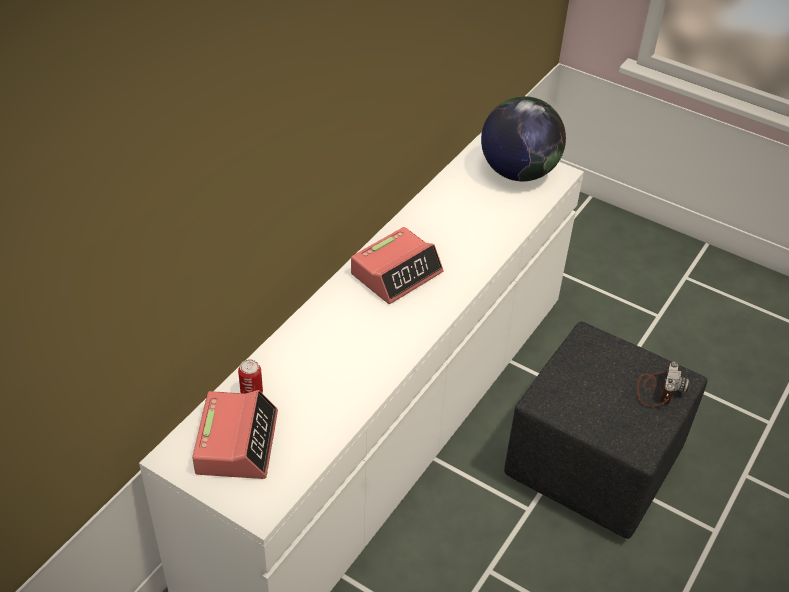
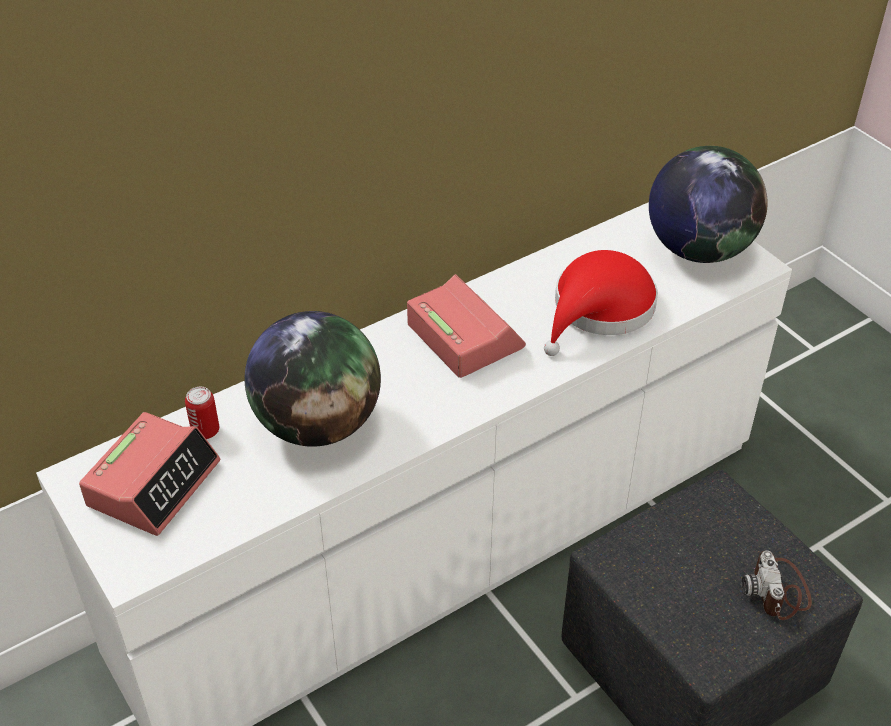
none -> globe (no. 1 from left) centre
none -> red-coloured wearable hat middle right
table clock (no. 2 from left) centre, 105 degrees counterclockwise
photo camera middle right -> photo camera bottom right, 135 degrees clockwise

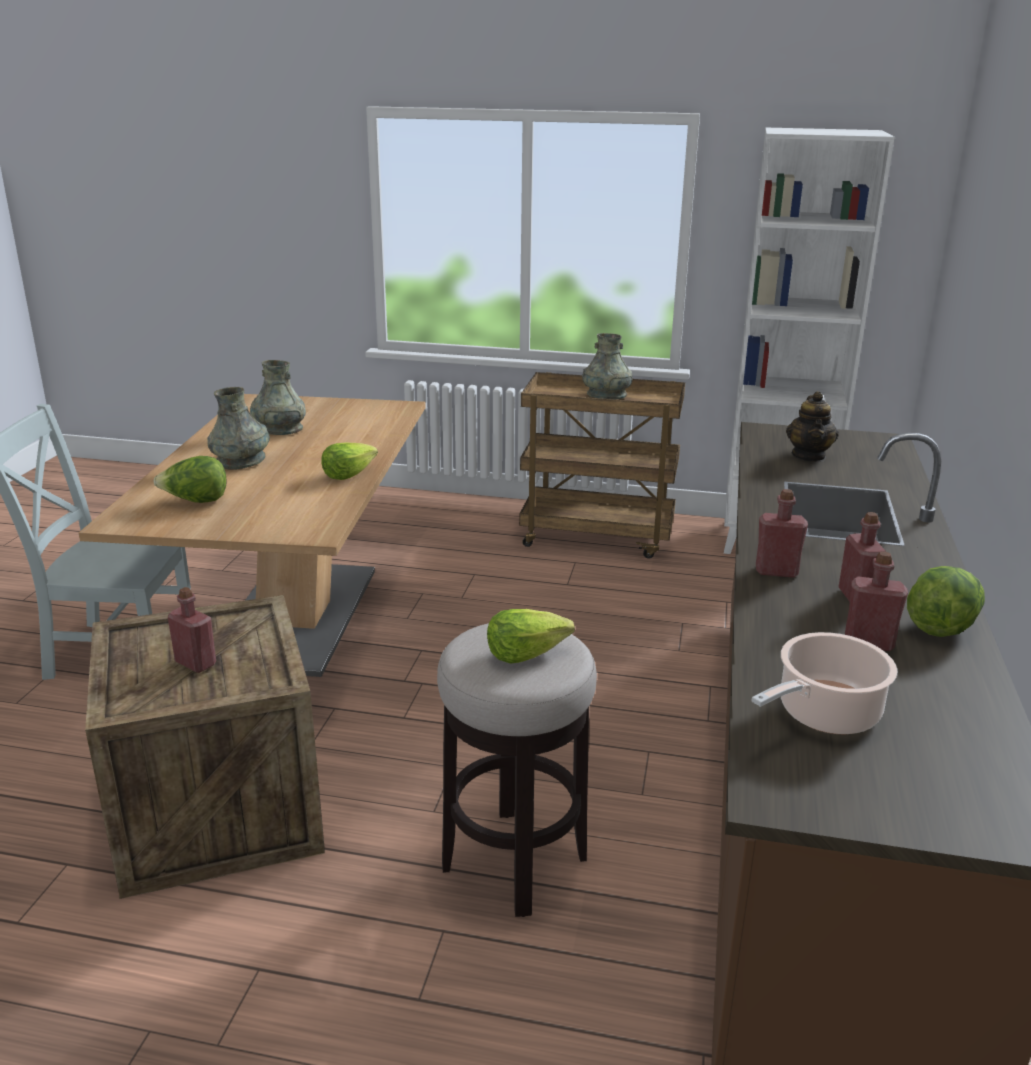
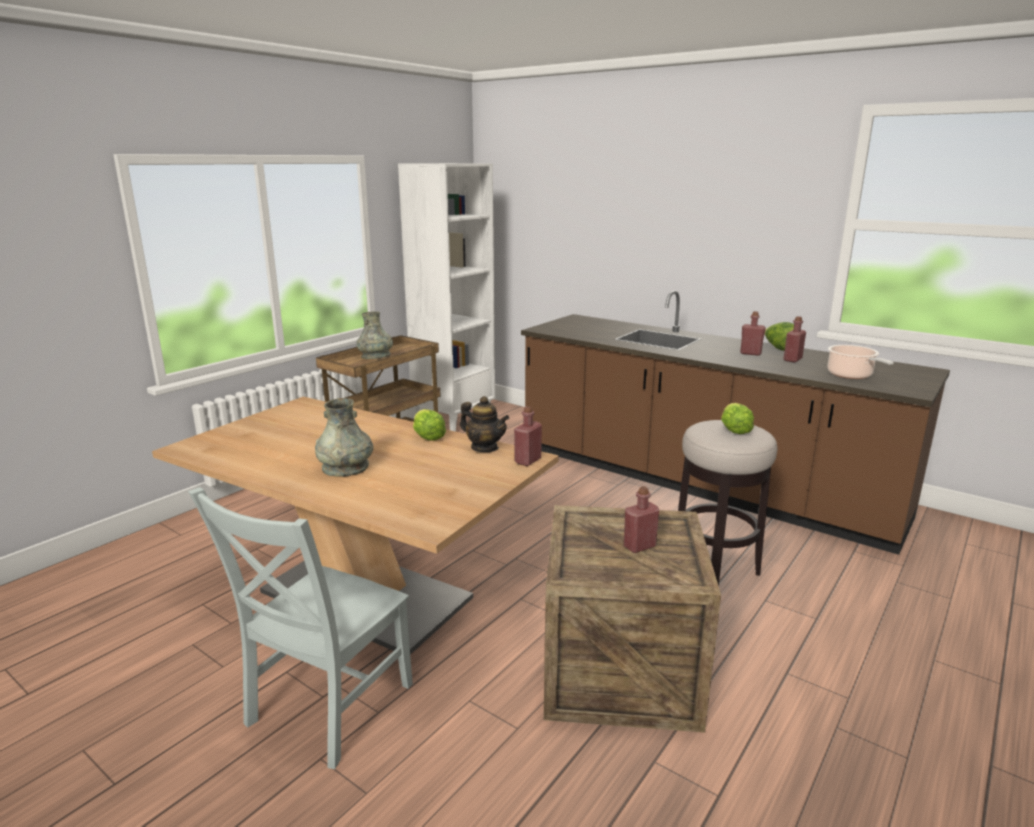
head of lettuce (no. 1 from left) middle left -> none
grey flower vase (no. 2 from left) middle left -> none
red-coloured beverage bottle (no. 2 from left in the first image) middle right -> red-coloured beverage bottle (no. 1 from left) centre, relocated
pot for tea middle right -> pot for tea centre, relocated

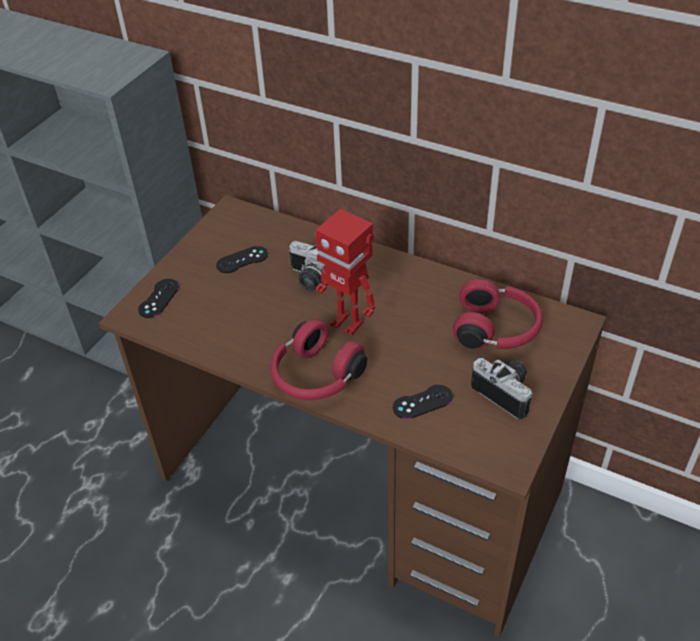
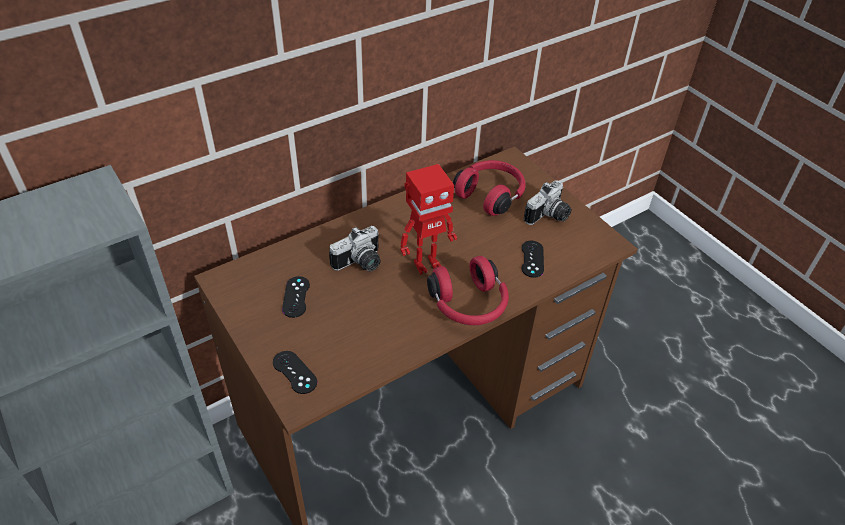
photo camera (no. 2 from left) middle right -> photo camera (no. 2 from left) centre, 150 degrees clockwise

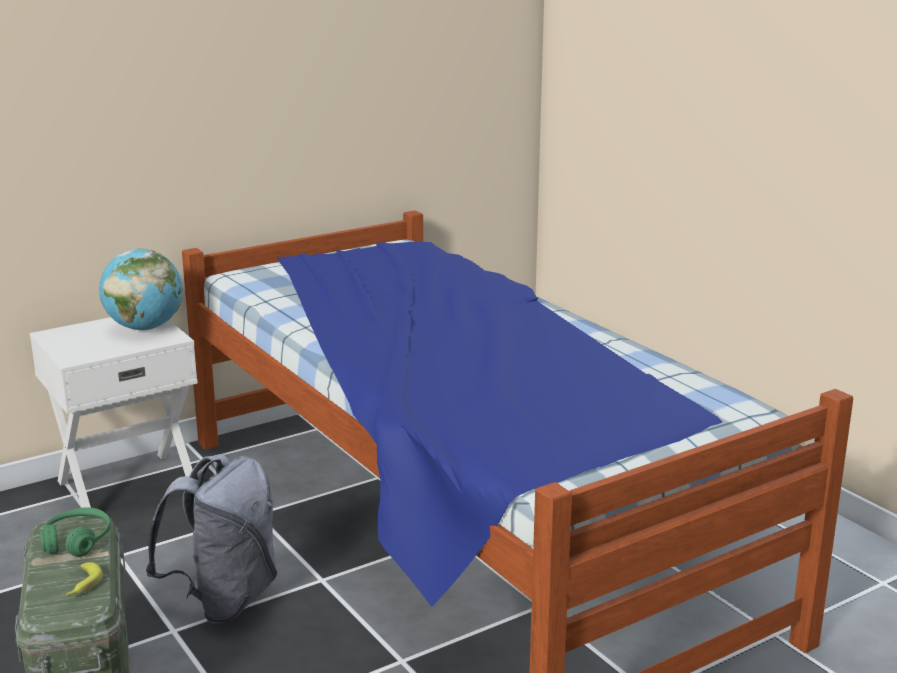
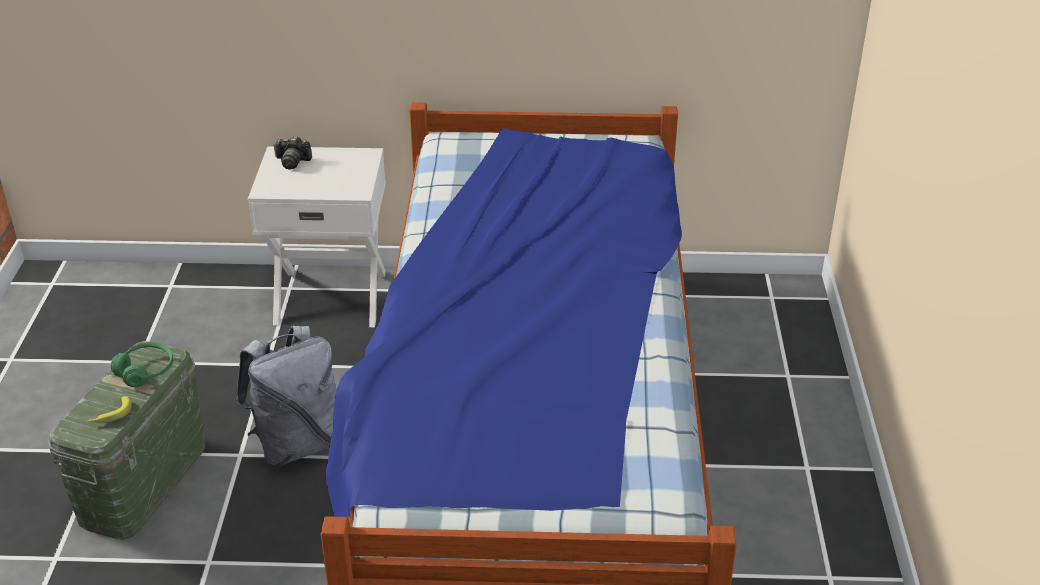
globe middle left -> none
none -> photo camera top left

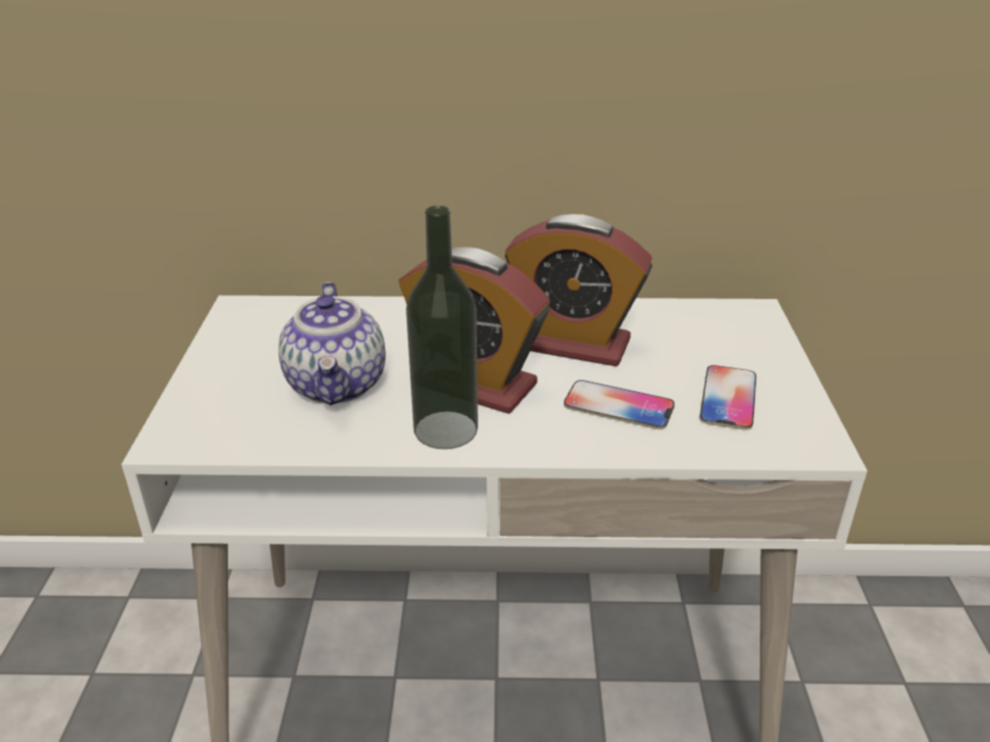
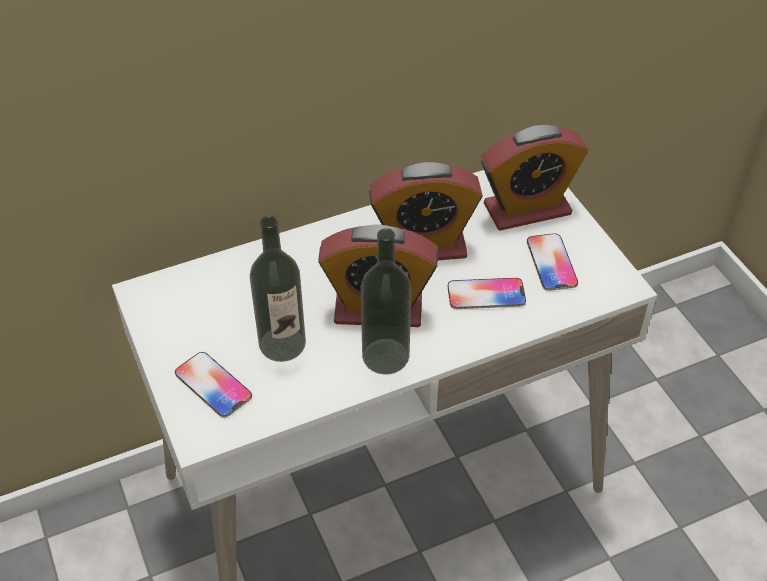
none -> handset (no. 1 from left) middle left
none -> table clock (no. 3 from left) top right
pot for tea centre -> beverage bottle (no. 1 from left) centre

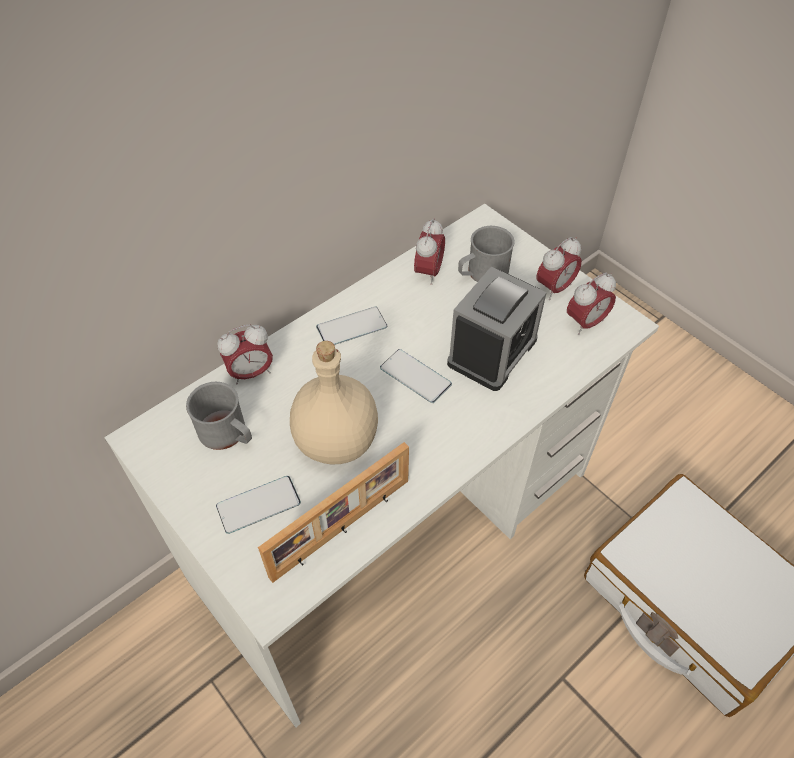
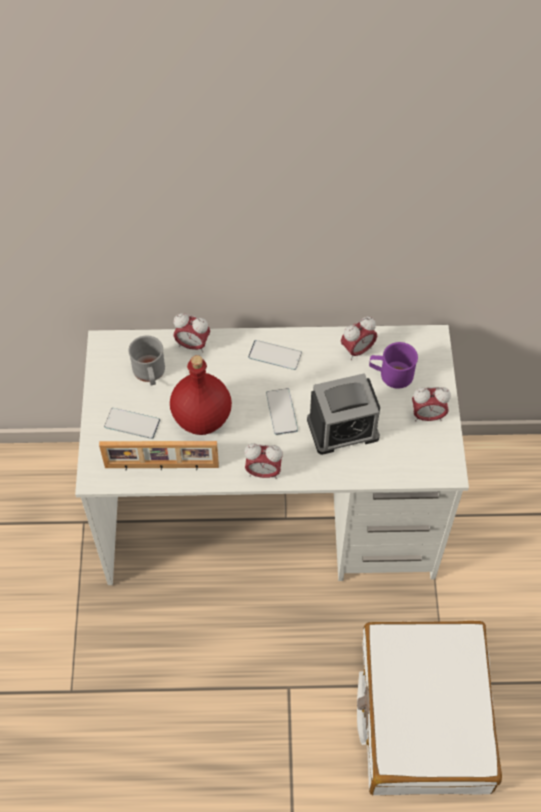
table clock (no. 5 from left in the first image) middle right -> table clock (no. 2 from left) centre, relocated
beige beverage bottle centre -> red-coloured beverage bottle centre
grey tea mug (no. 2 from left) centre -> purple tea mug middle right

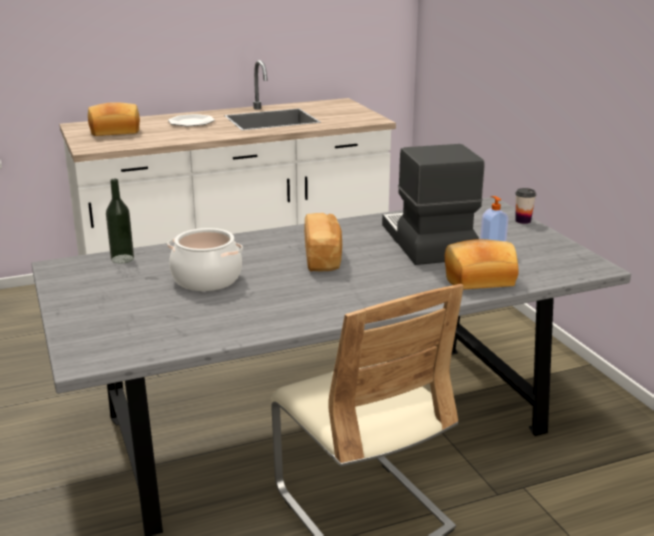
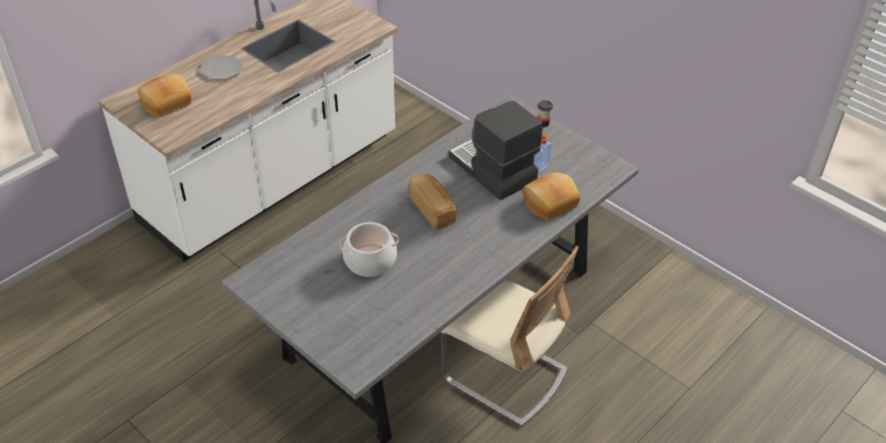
beverage bottle middle left -> none

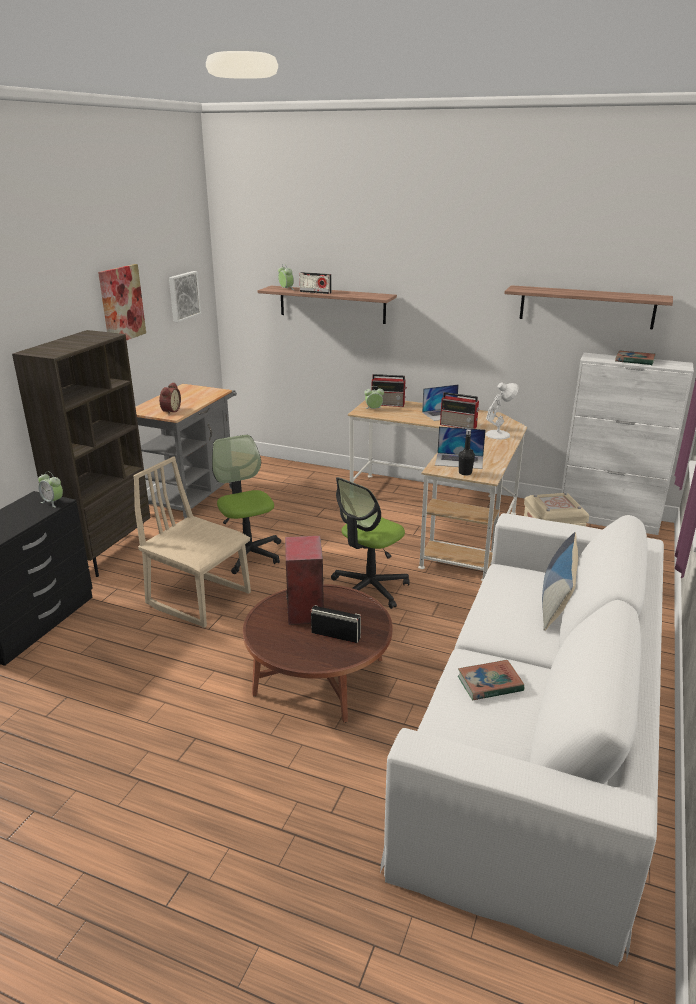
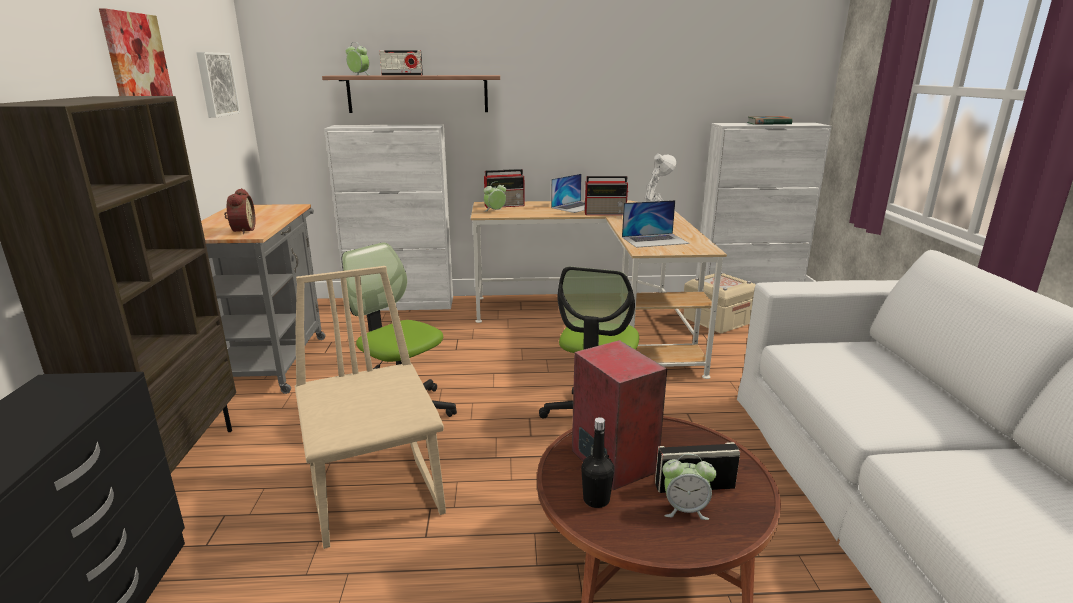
book (no. 1 from left) bottom right -> none
shelf (no. 2 from left) top right -> none
pillow middle right -> none
none -> white-coloured storage cabinet (no. 1 from left) centre
table clock (no. 1 from left in the first image) middle left -> table clock (no. 4 from left) bottom centre, relocated
blackish beverage bottle middle right -> blackish beverage bottle bottom centre, relocated
beige upright chair middle left -> beige upright chair bottom centre, 60 degrees clockwise

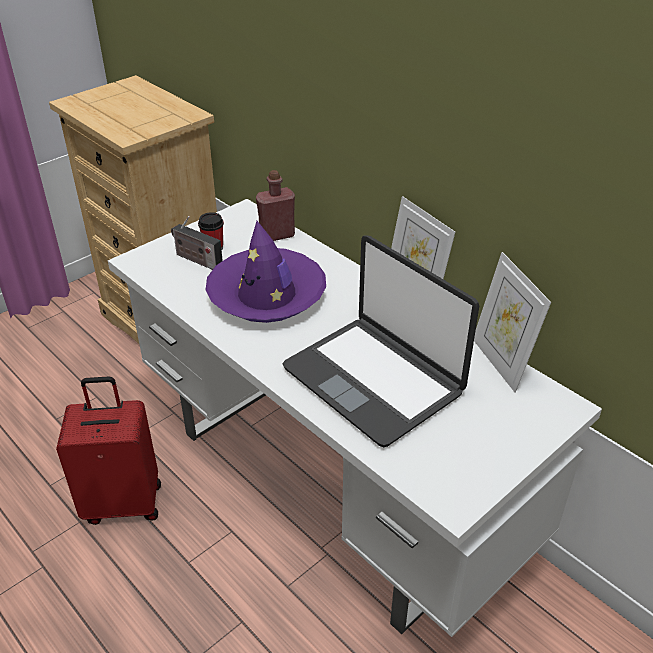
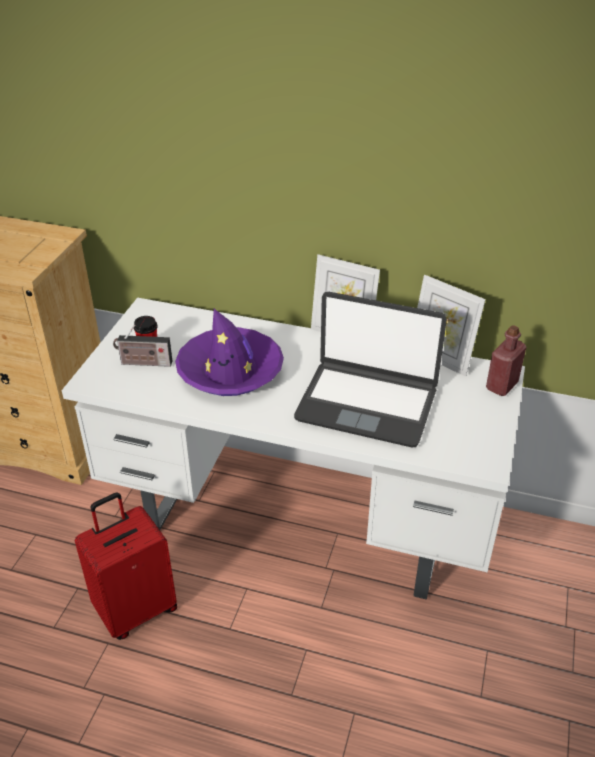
red-coloured beverage bottle top centre -> red-coloured beverage bottle middle right, relocated

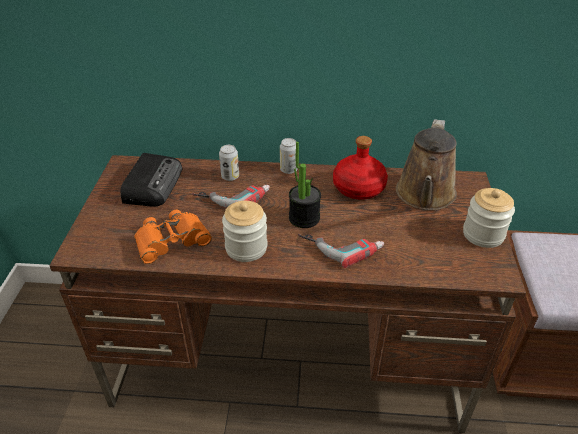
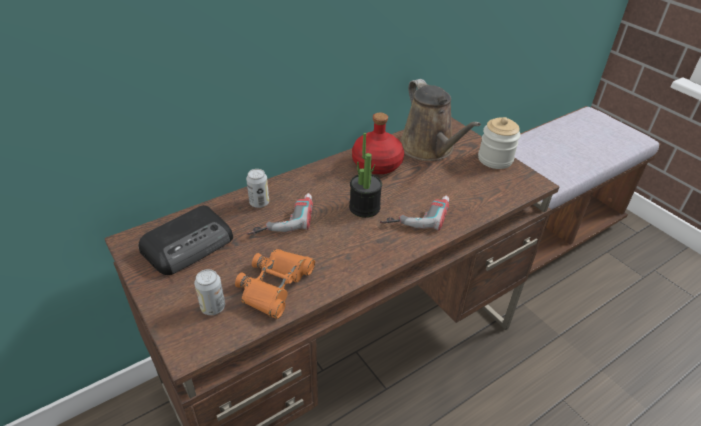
storage jar (no. 1 from left) centre -> none
can (no. 2 from left in the first image) centre -> can (no. 1 from left) bottom left, relocated
radio set middle left, 75 degrees clockwise

